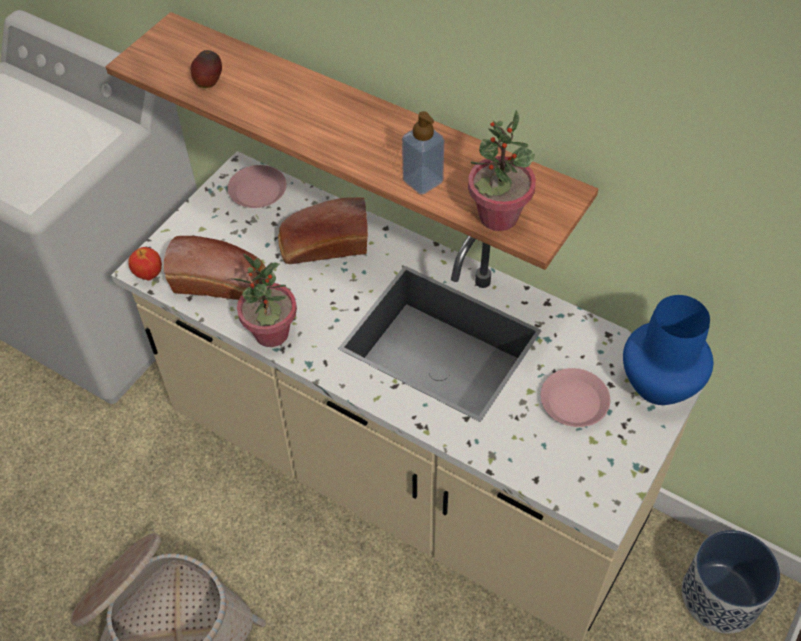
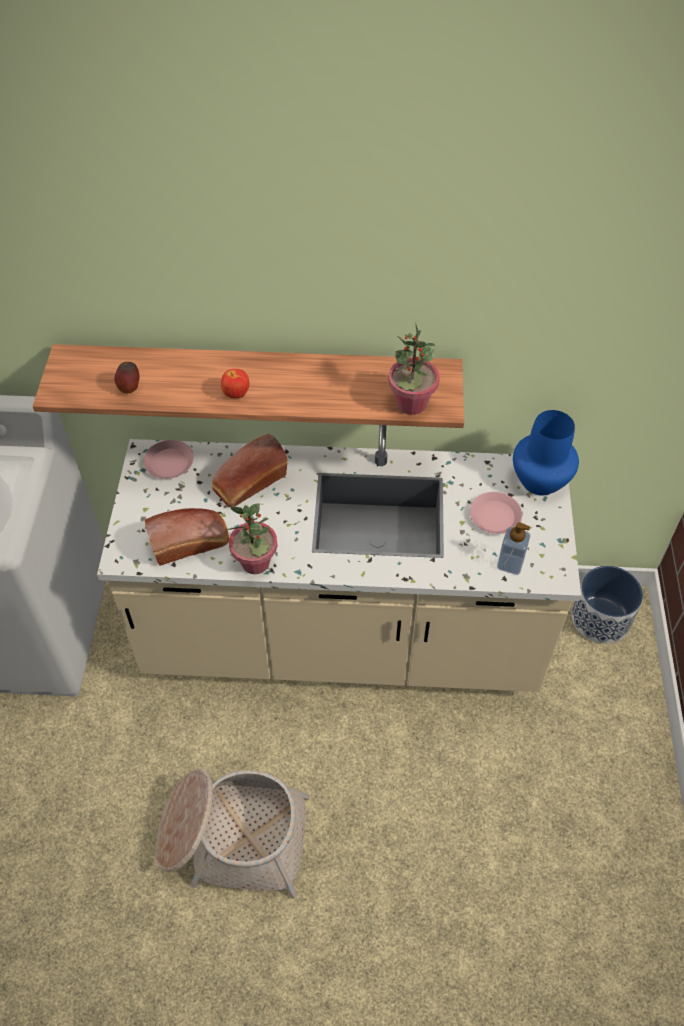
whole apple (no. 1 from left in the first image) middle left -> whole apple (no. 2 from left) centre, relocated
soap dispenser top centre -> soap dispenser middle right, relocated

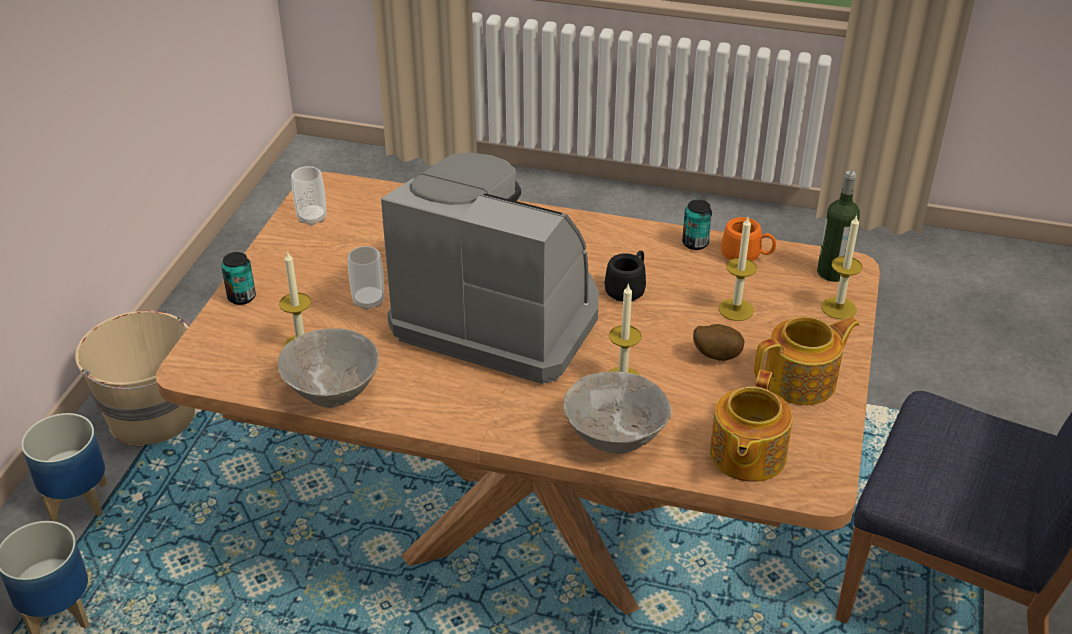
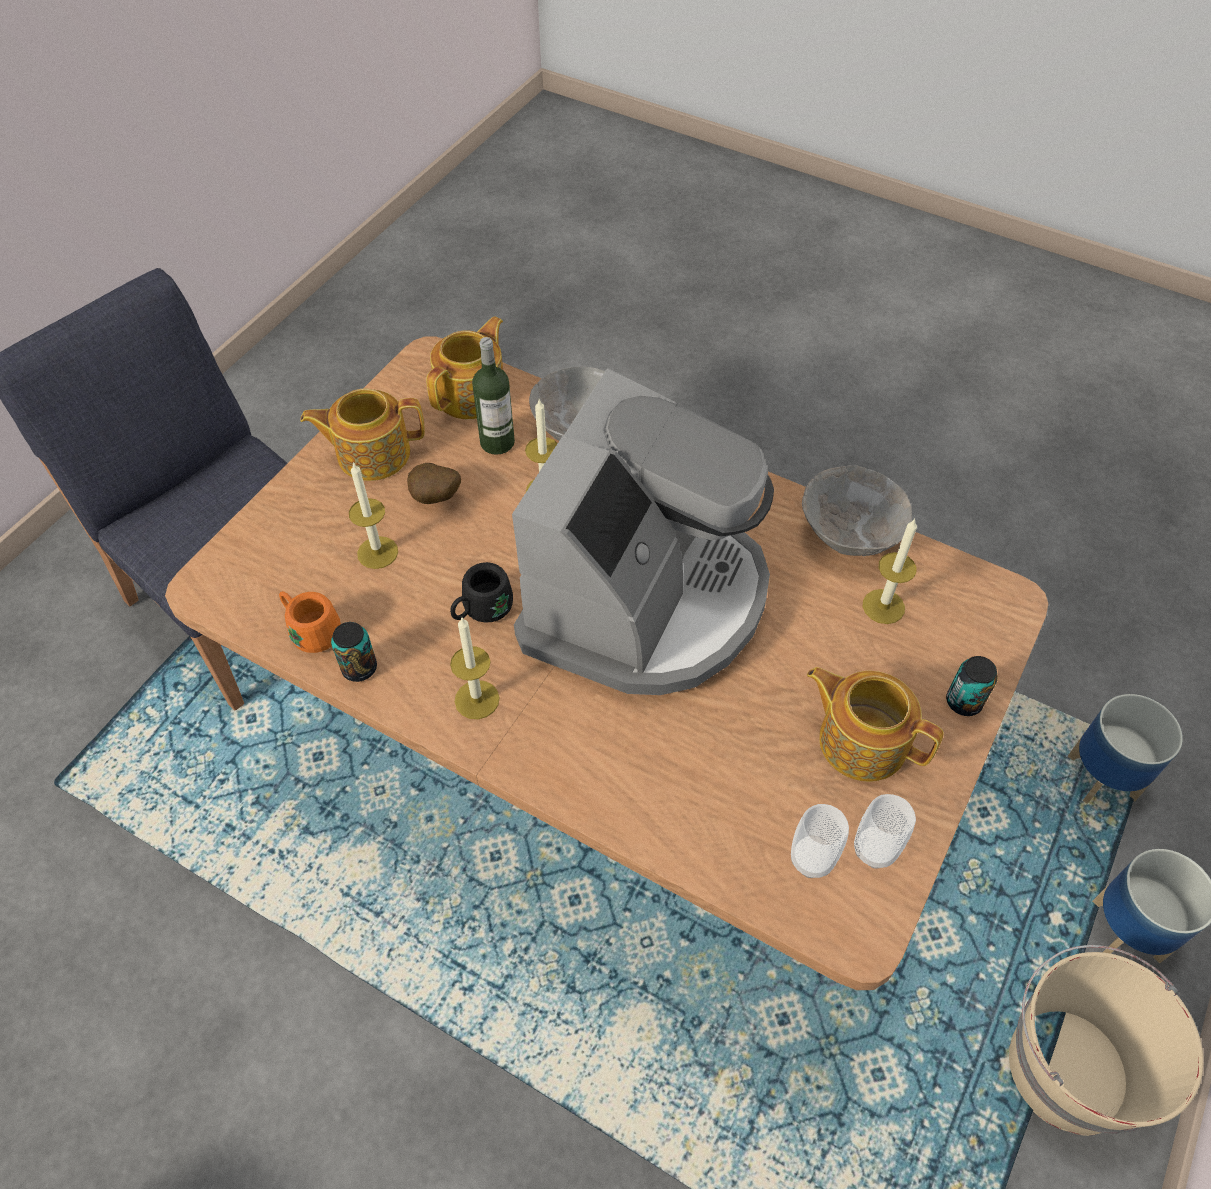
none -> pot for tea (no. 3 from left) middle right
drinking cup (no. 2 from left in the first image) centre -> drinking cup (no. 1 from left) bottom right, relocated
beverage bottle middle right -> beverage bottle top centre, relocated
wax light (no. 4 from left in the first image) middle right -> wax light (no. 2 from left) centre, relocated
coffee maker centre, 105 degrees counterclockwise

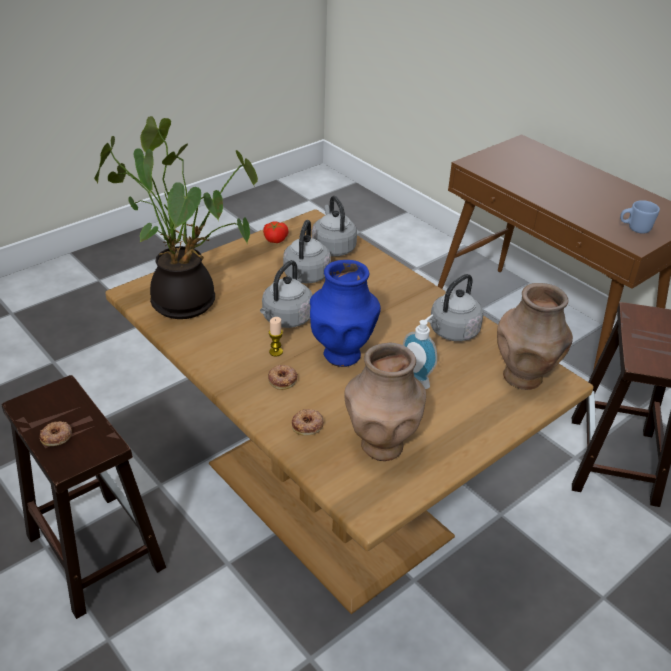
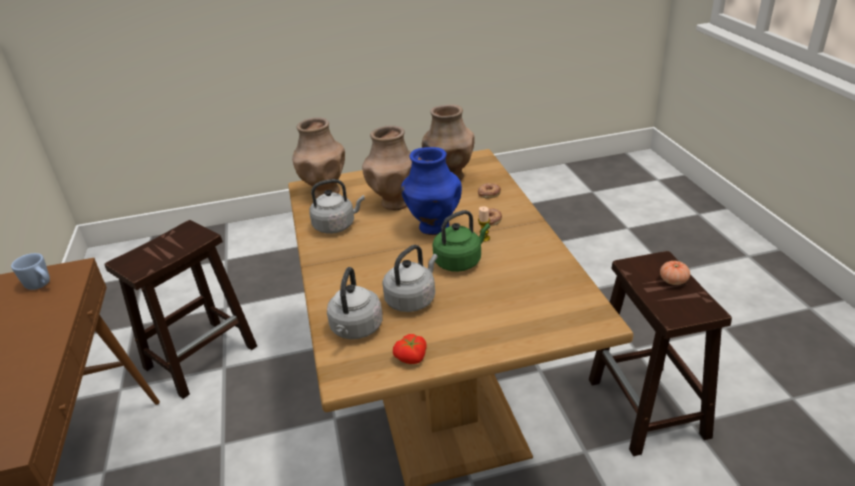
potted plant top left -> none
donut (no. 1 from left) middle left -> whole tomato (no. 2 from left) middle right
soap dispenser centre -> brown flower vase (no. 2 from left) centre
grey tea kettle (no. 1 from left) centre -> green tea kettle centre

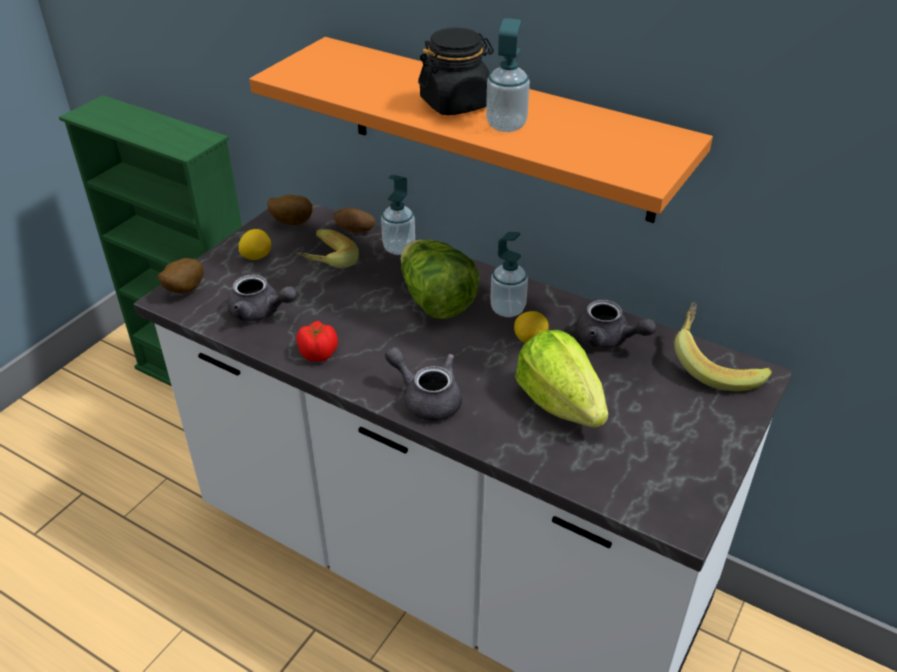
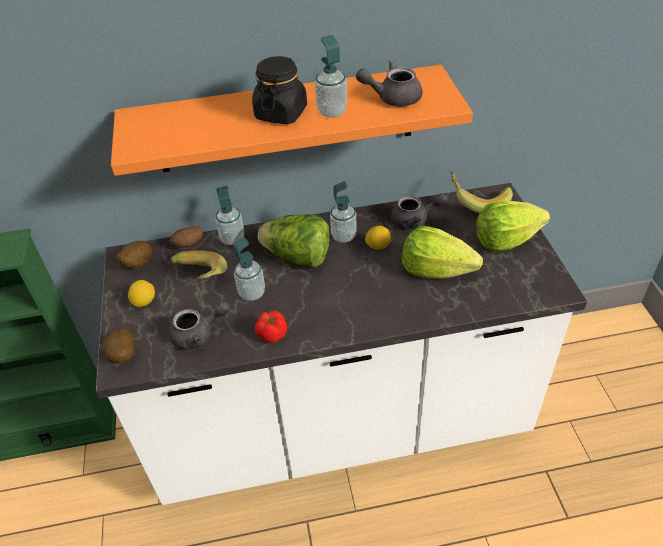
none -> soap dispenser (no. 2 from left) centre
none -> head of lettuce (no. 3 from left) middle right
grey pot for tea (no. 2 from left) centre -> grey pot for tea (no. 2 from left) top centre, relocated

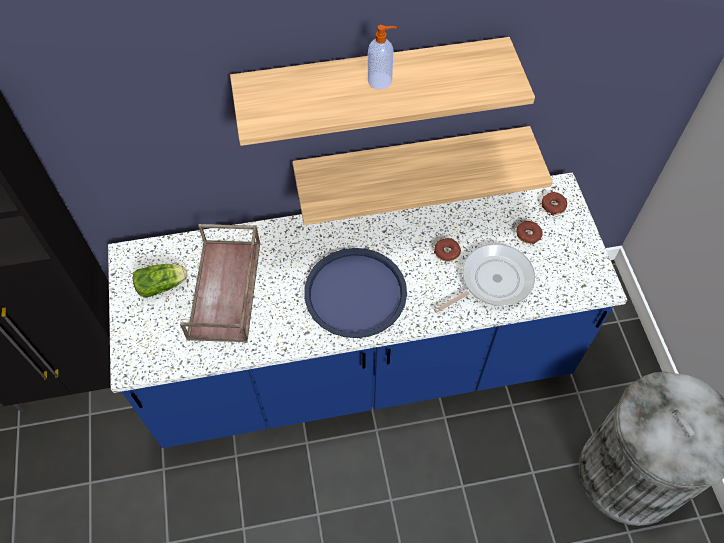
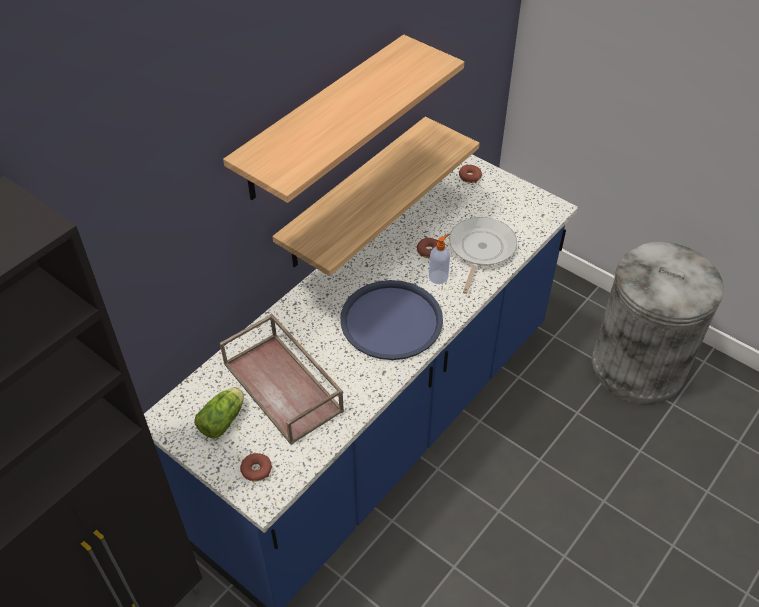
soap dispenser top centre -> soap dispenser centre, relocated
donut (no. 2 from left in the first image) middle right -> donut (no. 1 from left) bottom centre, relocated

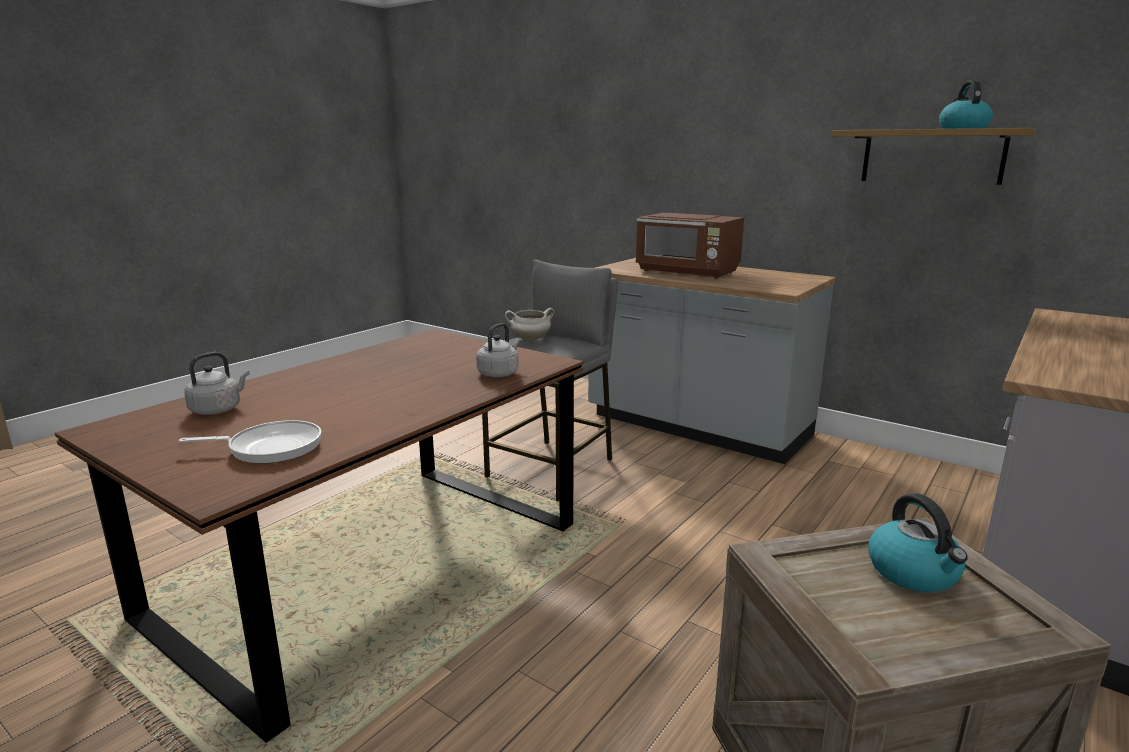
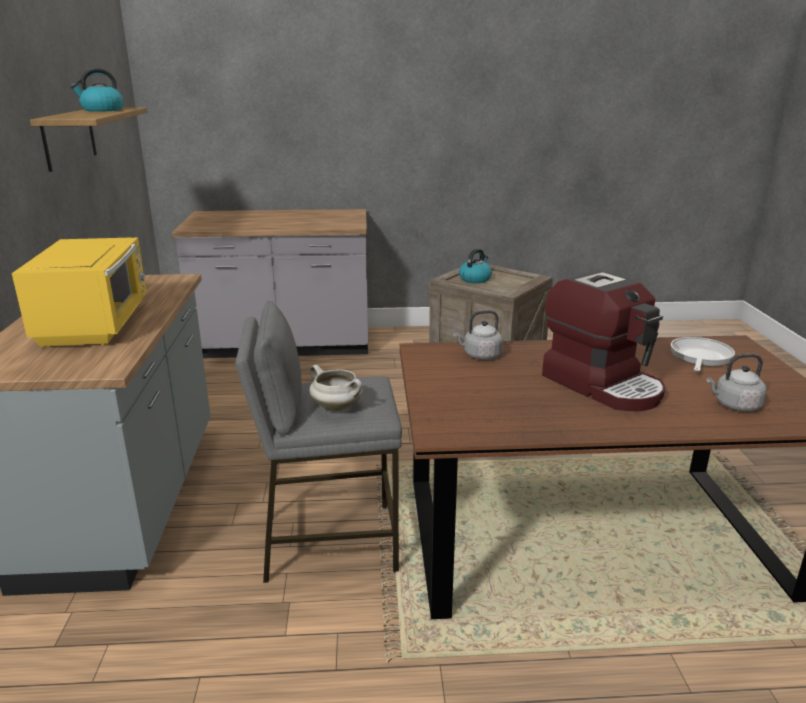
none -> coffee maker middle right
brown microwave oven top centre -> yellow microwave oven middle left
frying pan middle left -> frying pan middle right, 75 degrees clockwise

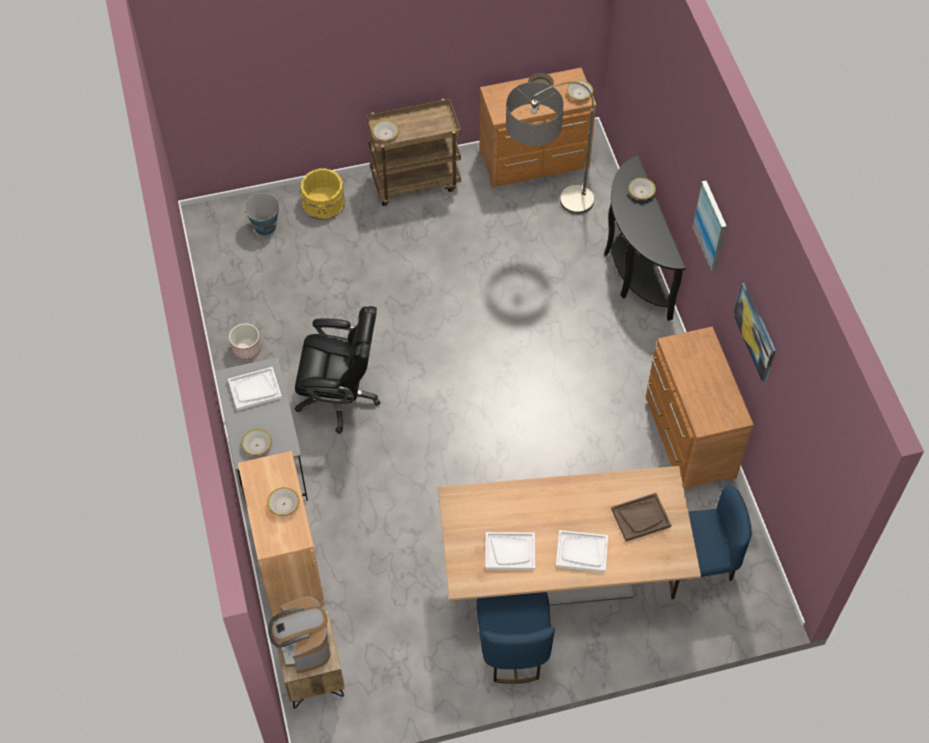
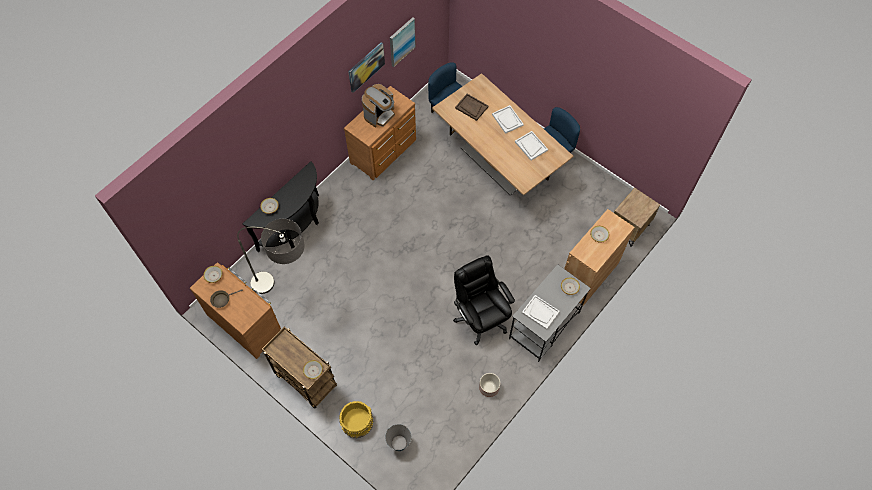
coffee maker bottom left -> coffee maker top centre, relocated
wall picture (no. 1 from left in the first image) top right -> wall picture (no. 2 from left) top centre, relocated

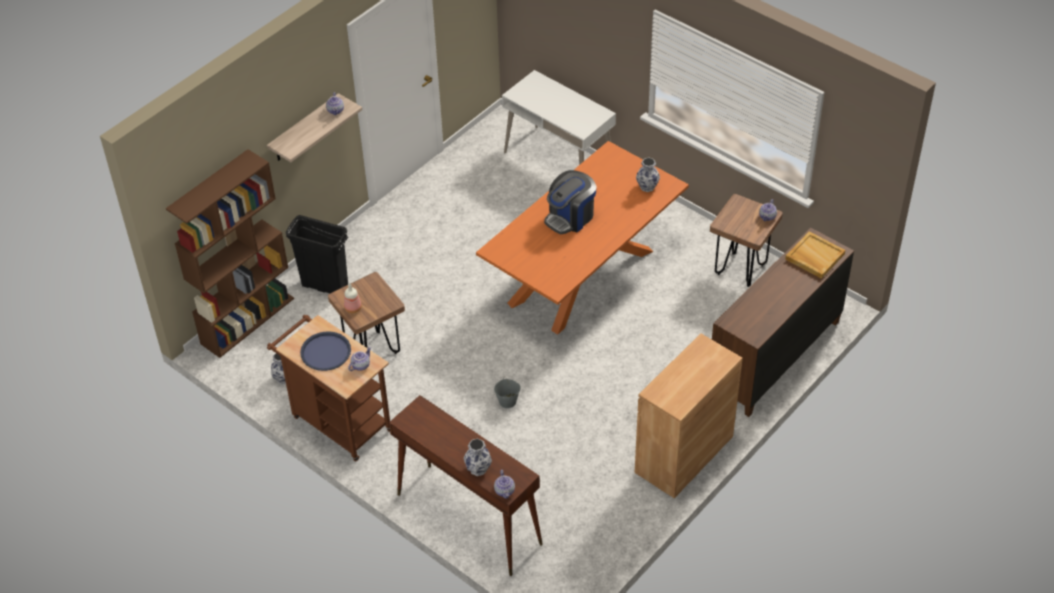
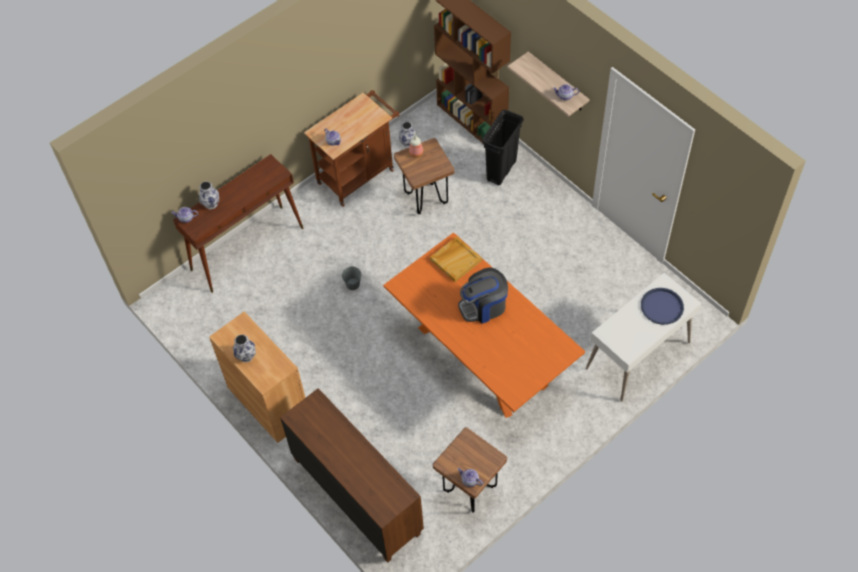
bluish carrying tray middle left -> bluish carrying tray middle right, relocated
flower vase (no. 3 from left in the first image) top centre -> flower vase (no. 2 from left) middle left, relocated
beige carrying tray middle right -> beige carrying tray centre, relocated
coffee maker centre, 75 degrees counterclockwise

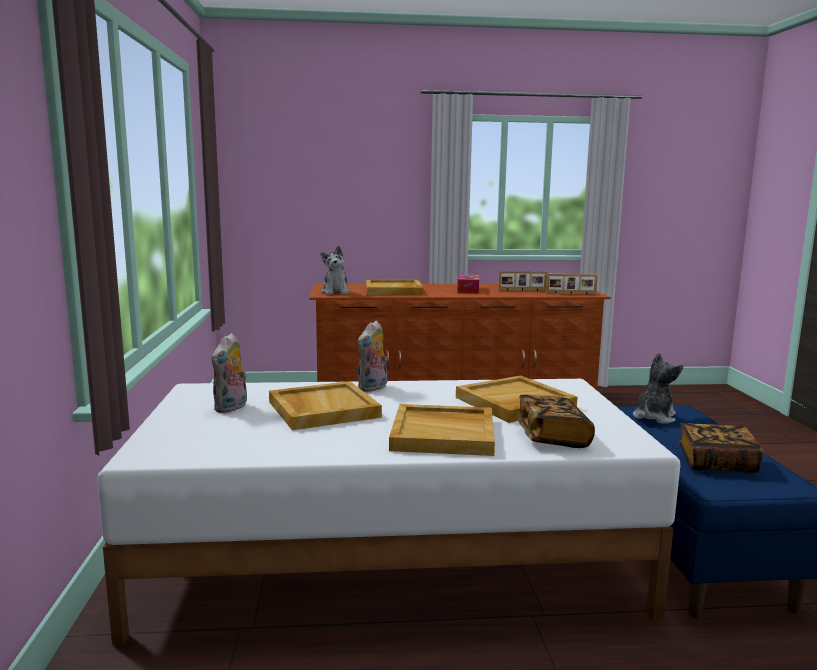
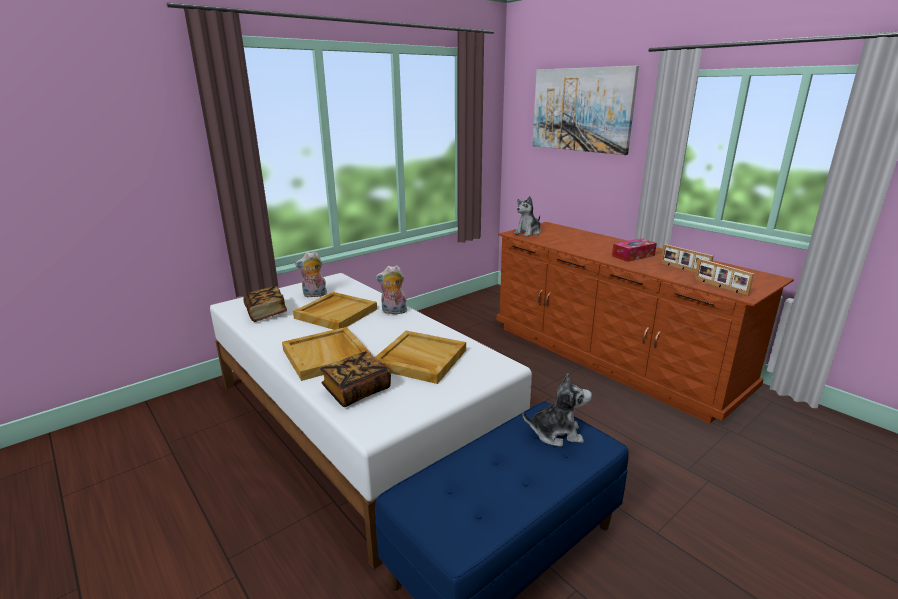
beige carrying tray (no. 2 from left) centre -> none
none -> wall picture top centre
book (no. 2 from left in the first image) bottom right -> book (no. 1 from left) middle left, relocated

